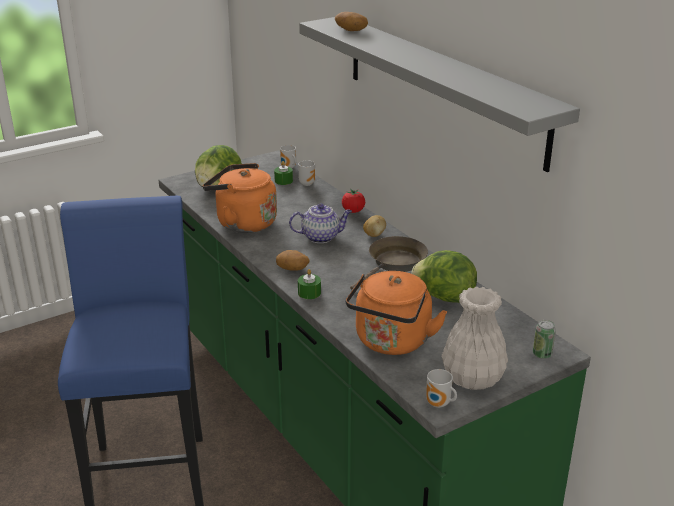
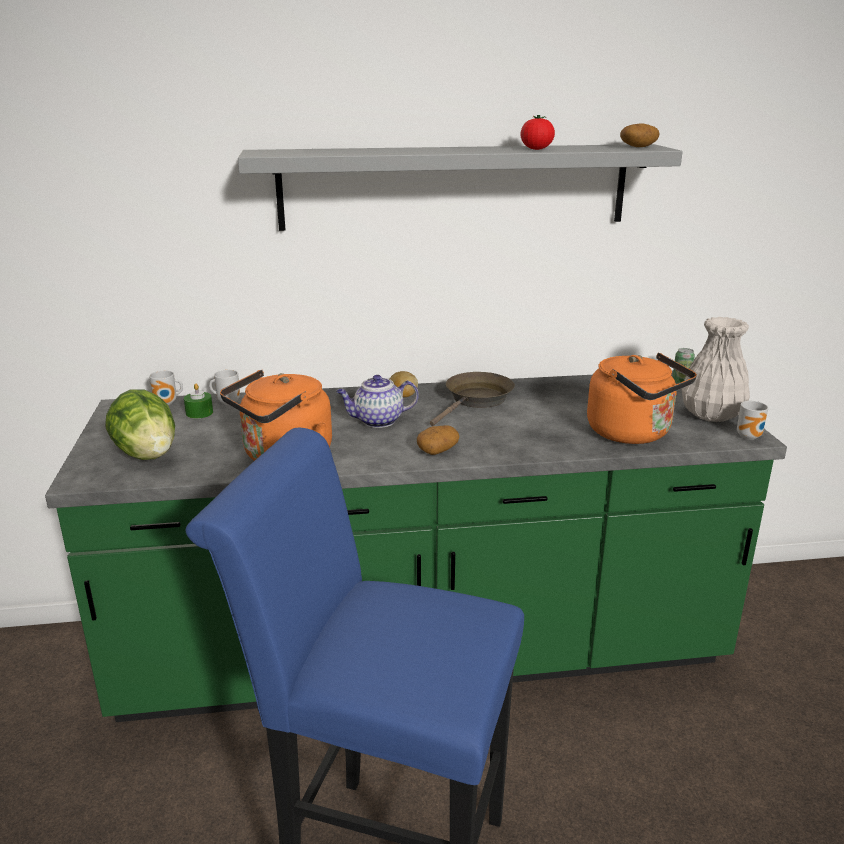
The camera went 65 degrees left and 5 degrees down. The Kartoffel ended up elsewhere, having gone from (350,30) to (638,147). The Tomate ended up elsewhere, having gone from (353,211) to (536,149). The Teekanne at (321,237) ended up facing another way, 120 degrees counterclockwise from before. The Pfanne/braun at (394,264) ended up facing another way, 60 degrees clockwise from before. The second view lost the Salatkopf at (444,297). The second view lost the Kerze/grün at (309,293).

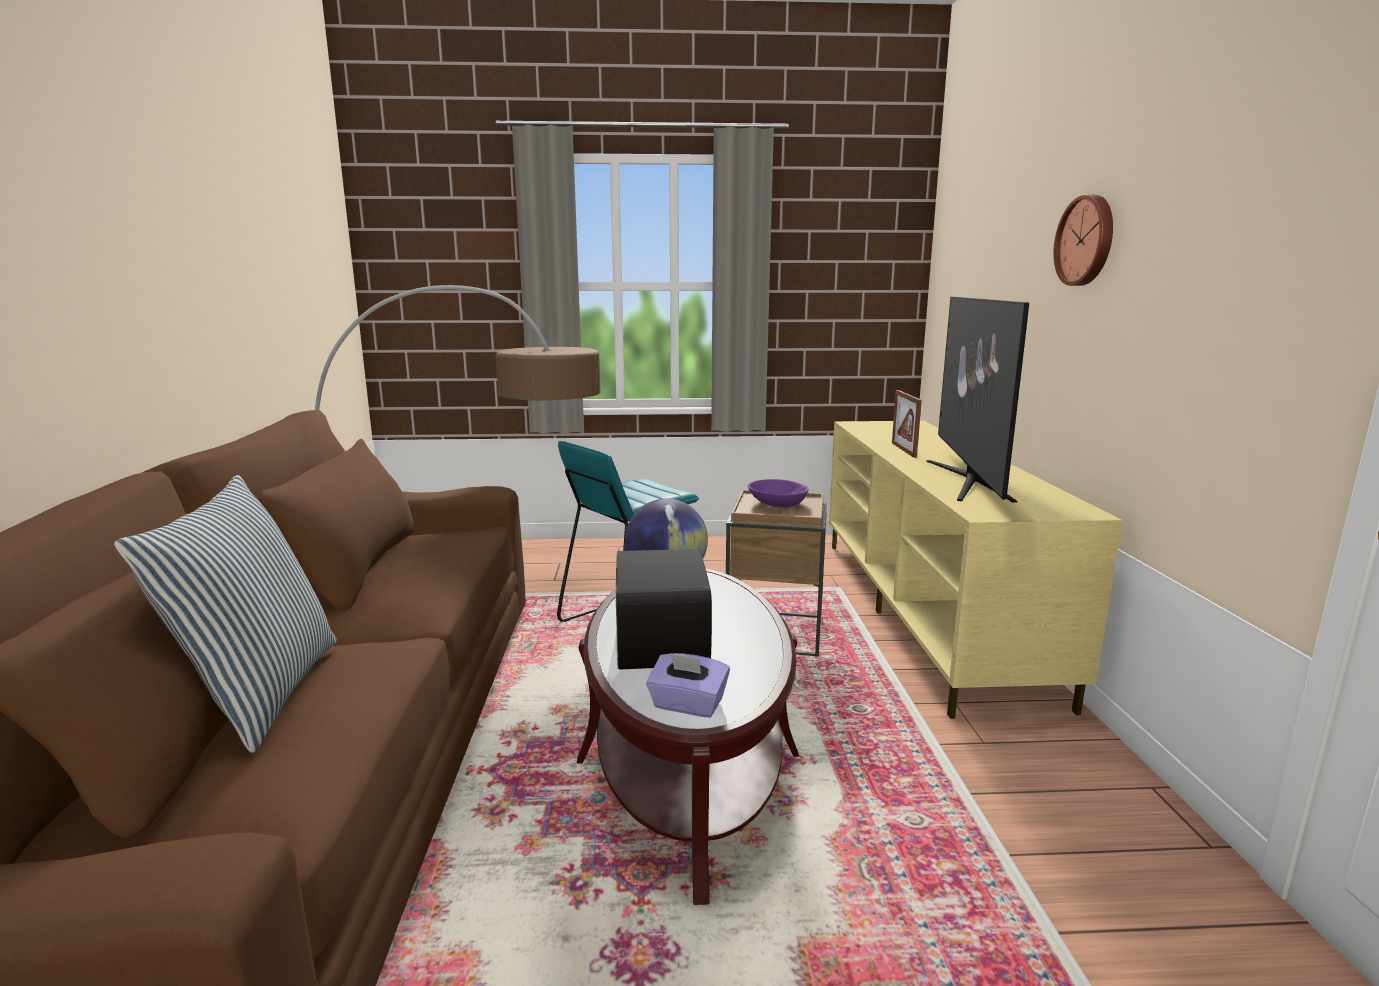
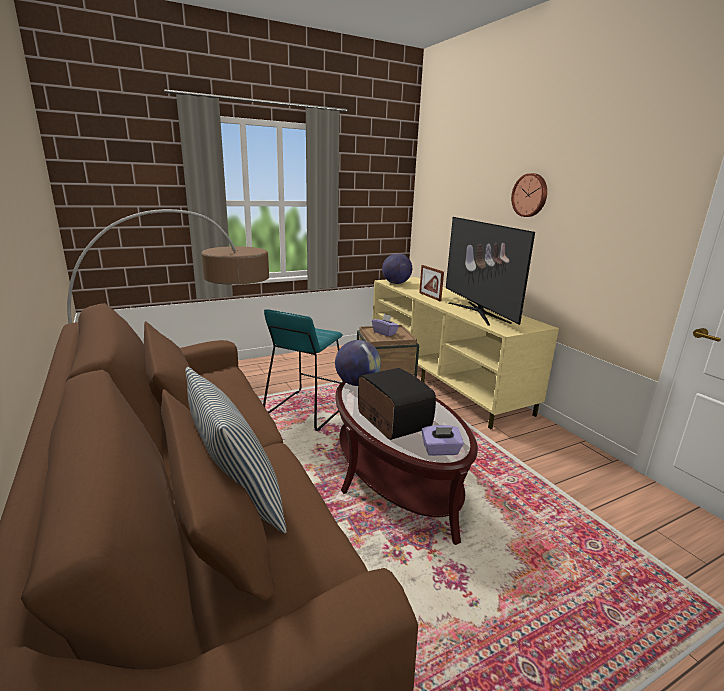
The camera went 25 degrees left and 5 degrees up. Where the Schüssel/lila stood at (777,503), the Taschentuchbox/lila came to stand at (385,333). The second view gained the Globus at (396,283).

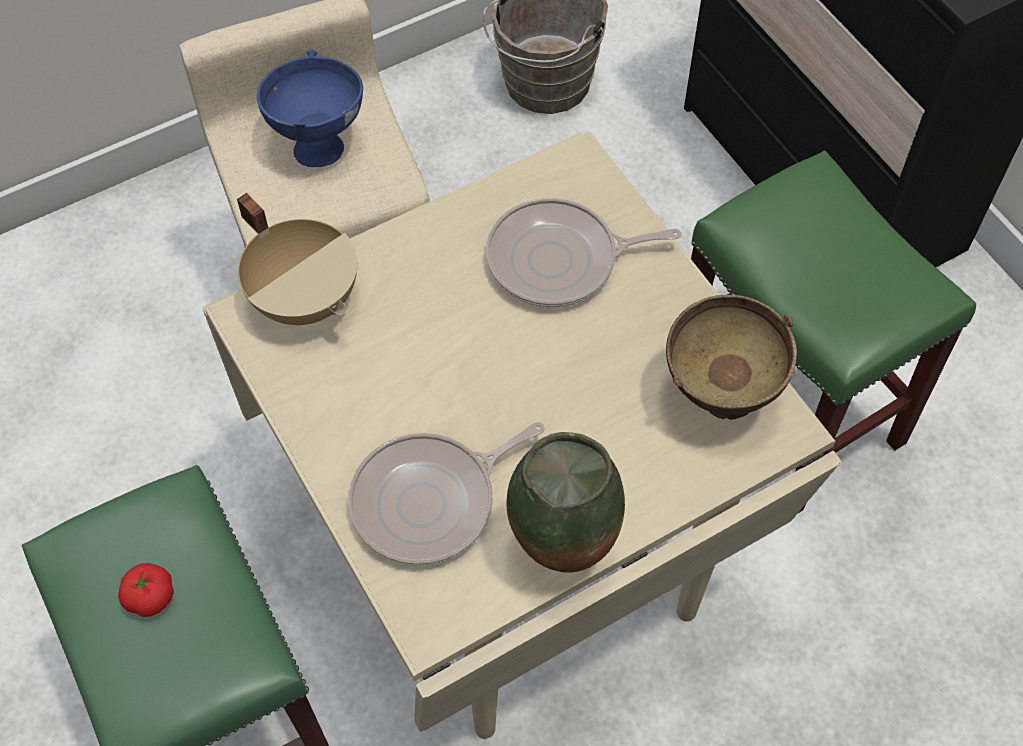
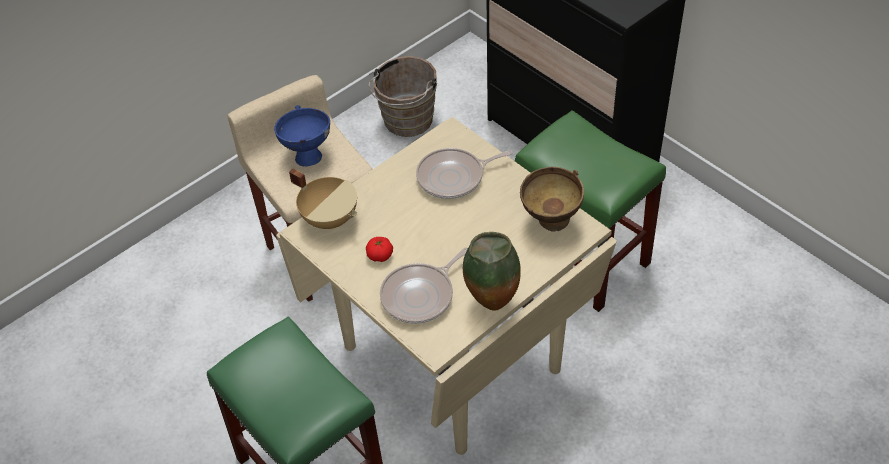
The camera went 10 degrees left and 10 degrees down. The Tomate ended up elsewhere, having gone from (150,597) to (380,255).

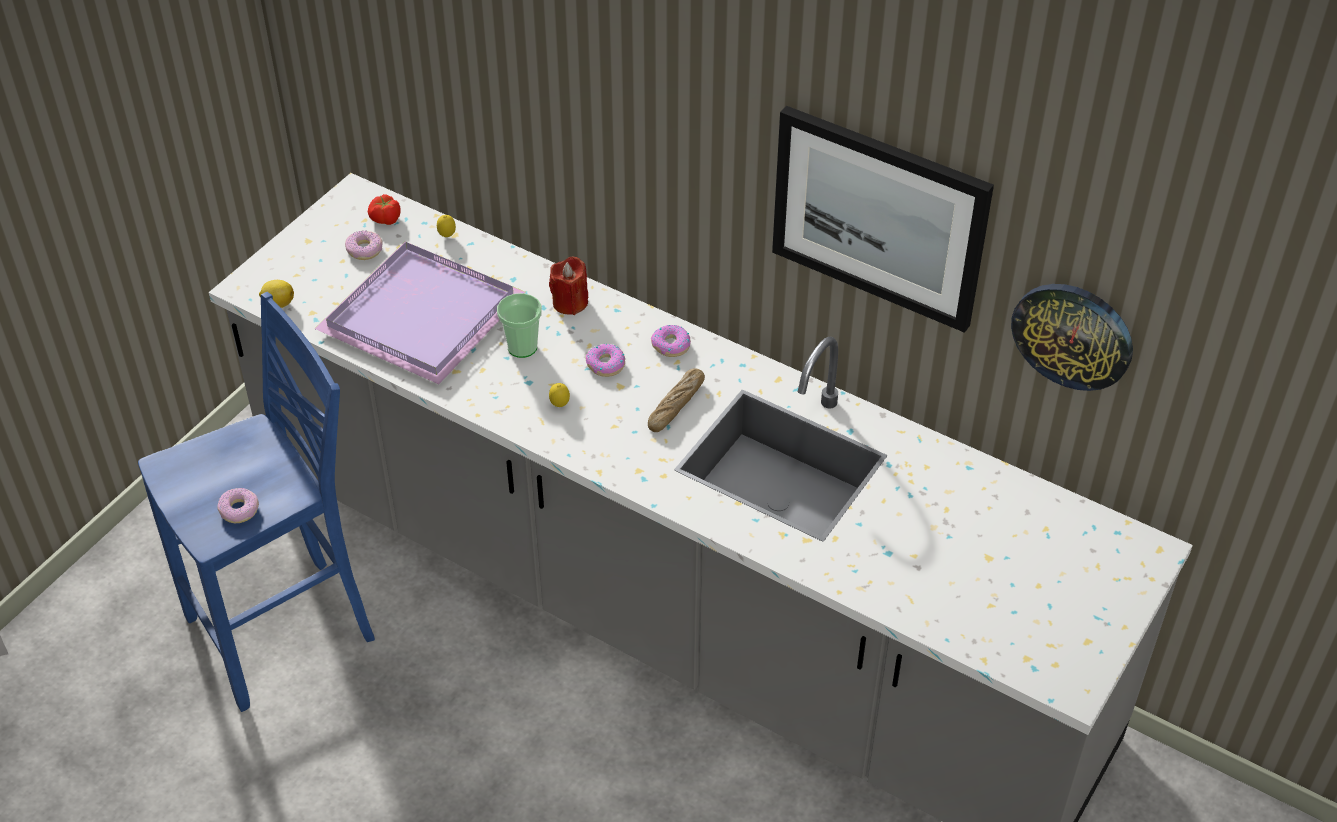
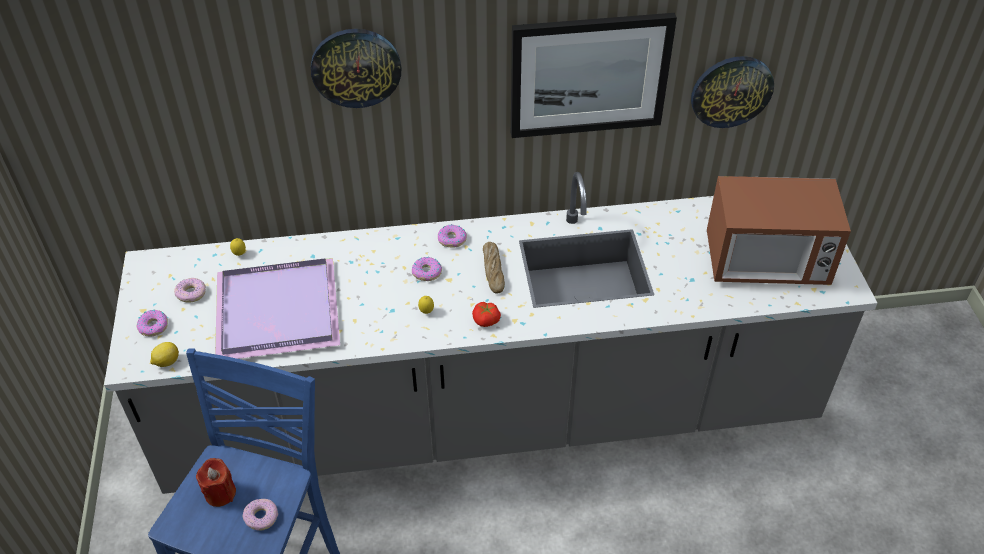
The camera went 40 degrees left and 0 degrees up. The Tomate ended up elsewhere, having gone from (385,219) to (486,320). The Kerze/rot ended up elsewhere, having gone from (570,302) to (220,493). The second view lost the Tasse at (522,347). The second view gained the Wanduhr at (356,67). The second view gained the Mikrowelle at (766,262). The second view gained the Donut at (154,326).

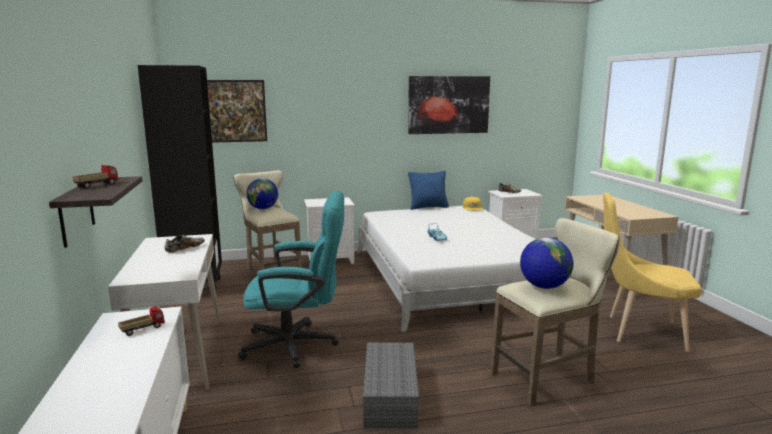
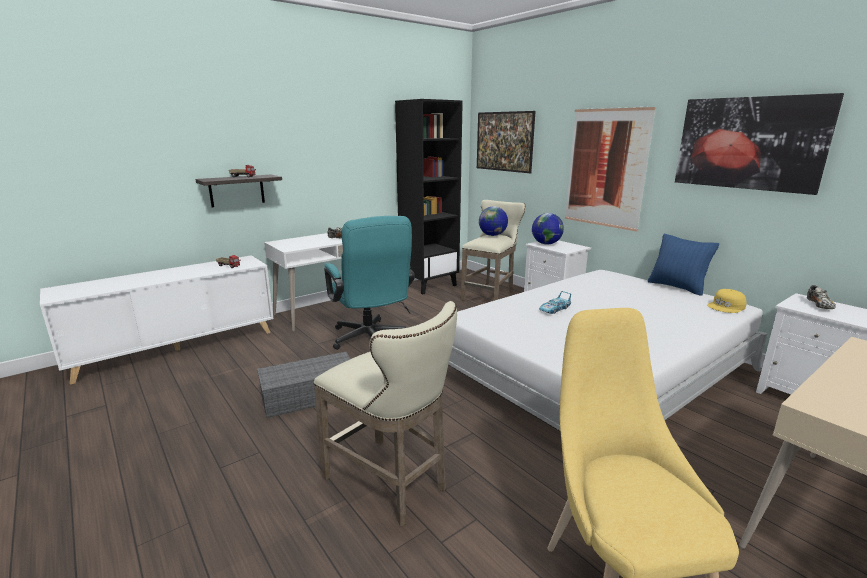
The camera went 65 degrees right and 5 degrees up. The Globus ended up elsewhere, having gone from (544,286) to (546,244). The second view gained the Bild at (606,168).

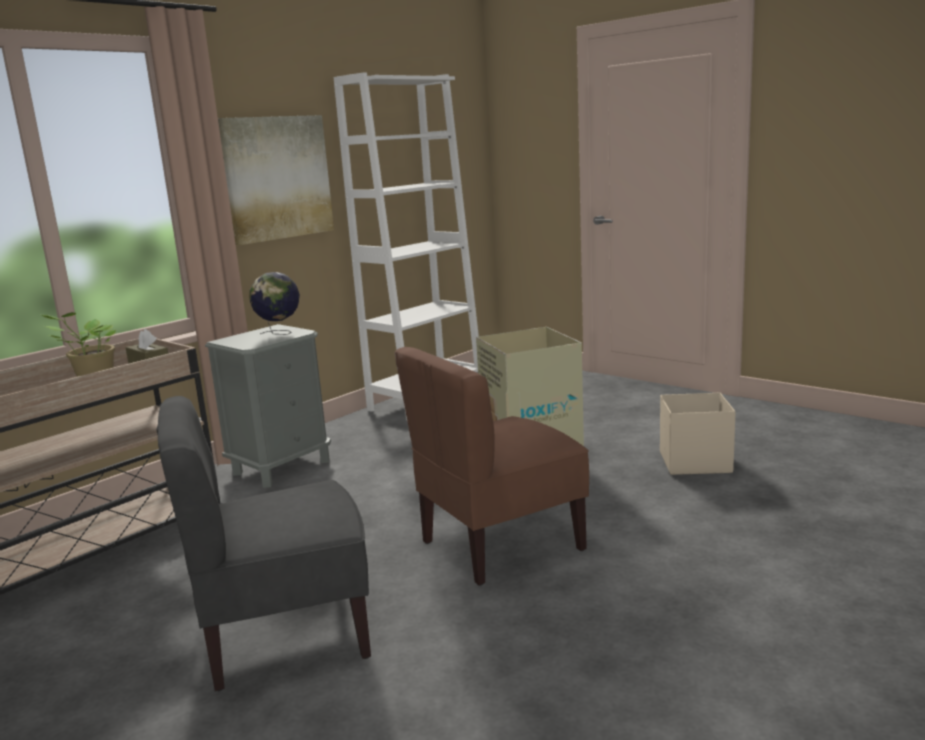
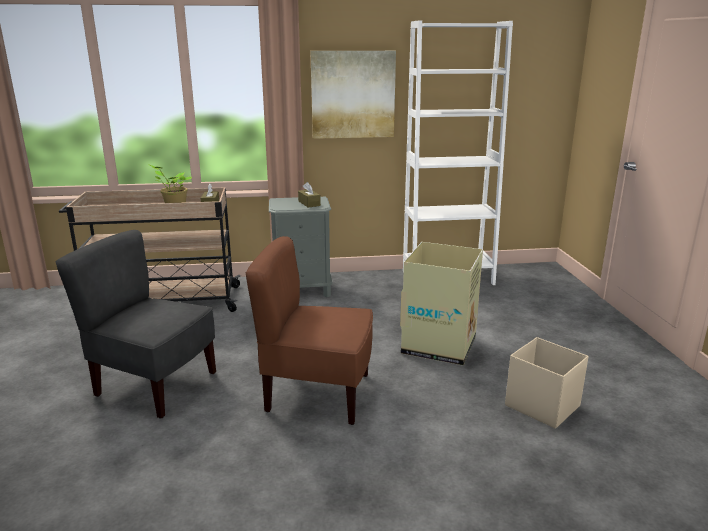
The camera went 40 degrees right and 5 degrees up. Where the Globus stood at (279,333), the Taschentuchbox/braun came to stand at (309,203).

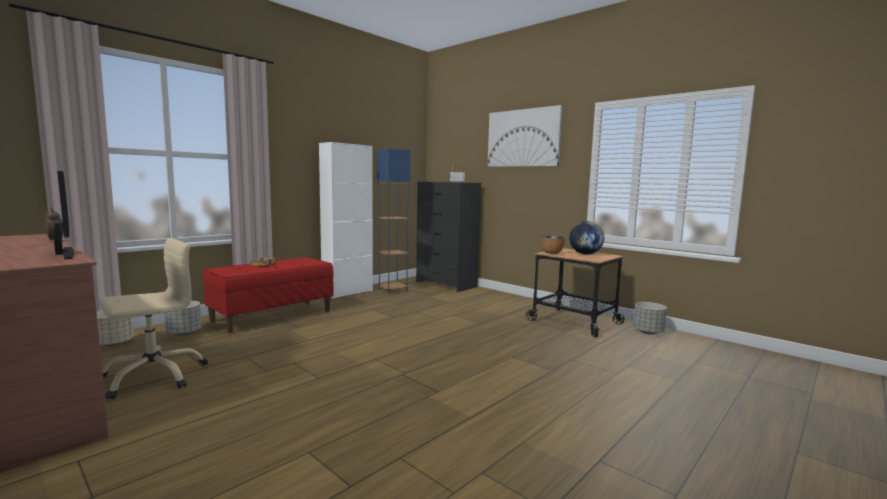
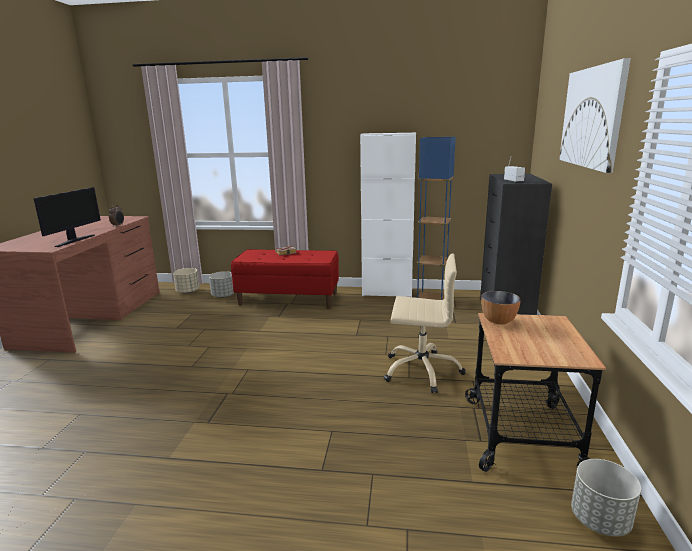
The camera went 55 degrees right and 10 degrees up. The second view lost the Globus at (585,254). The Bürostuhl/beige ended up elsewhere, having gone from (153,376) to (422,370).

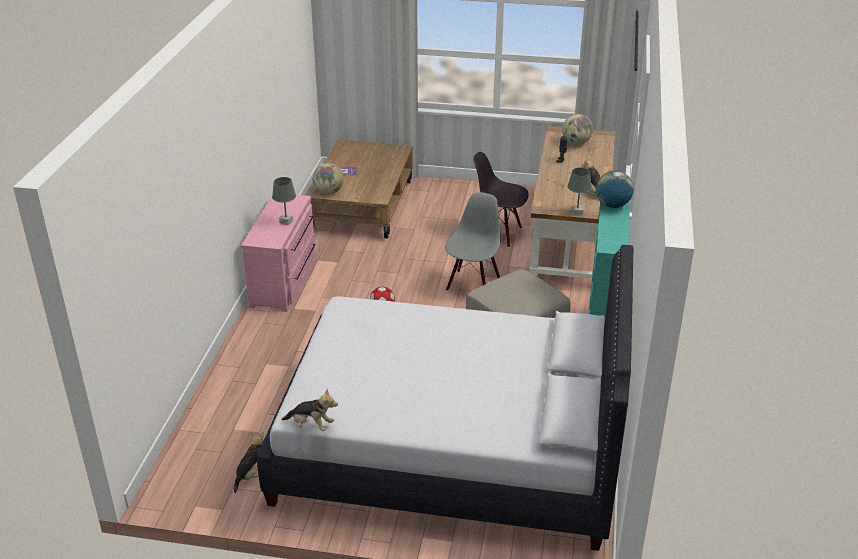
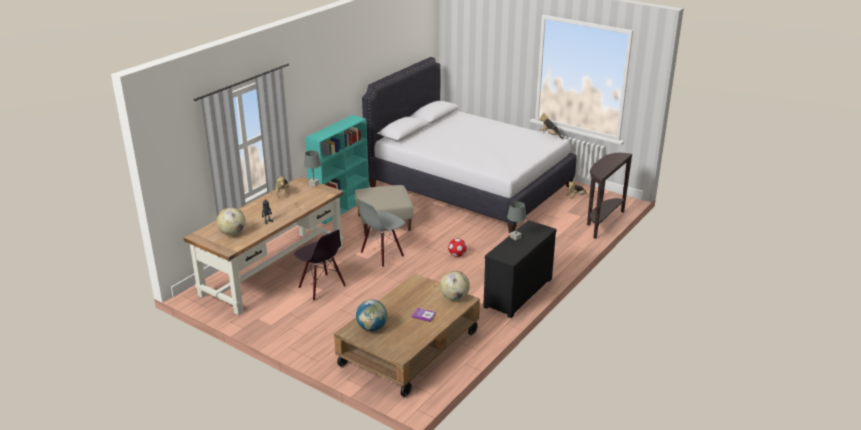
The camera went 155 degrees left and 5 degrees down. The Globus ended up elsewhere, having gone from (612,205) to (372,328). What was the Kommode/rosa at (285,281) turned into the Kommode/schwarz at (516,292). The second view gained the Konsolentisch/braun at (601,222).

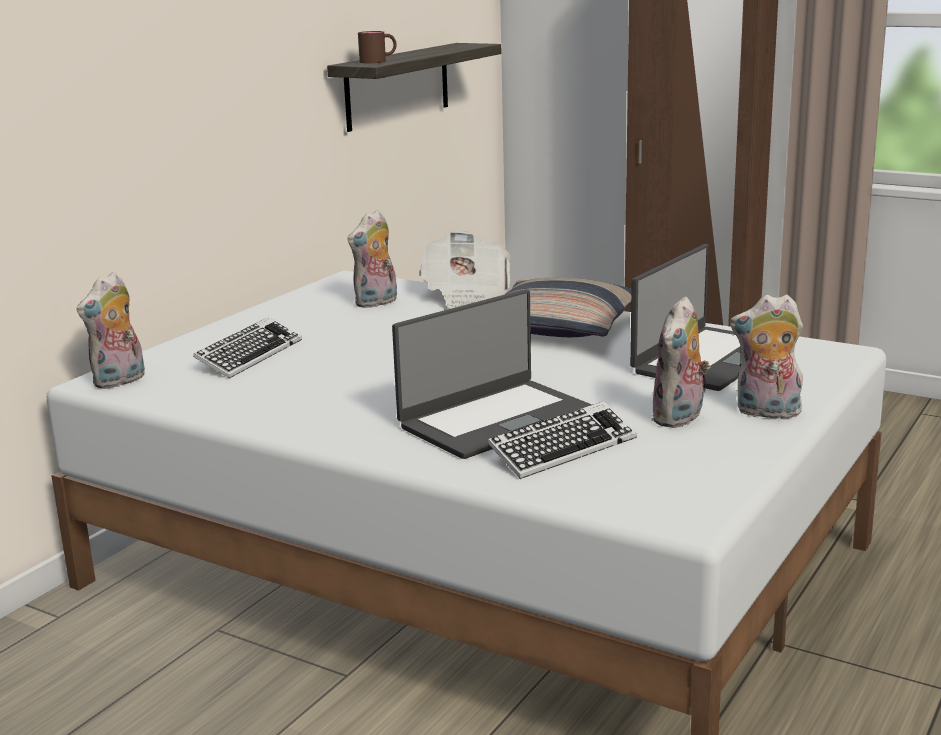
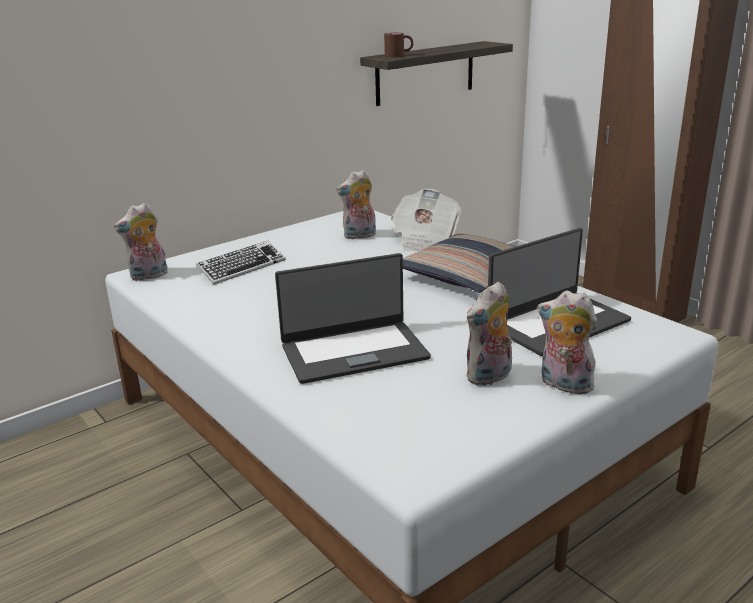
The camera went 20 degrees right and 5 degrees up. The second view lost the Tastatur at (563,449).

